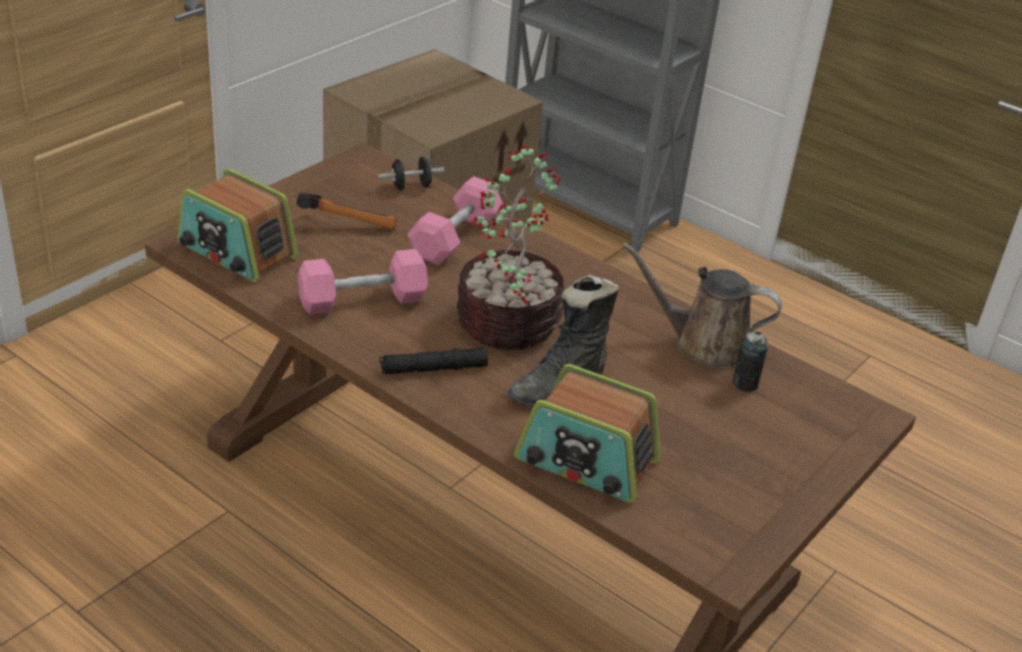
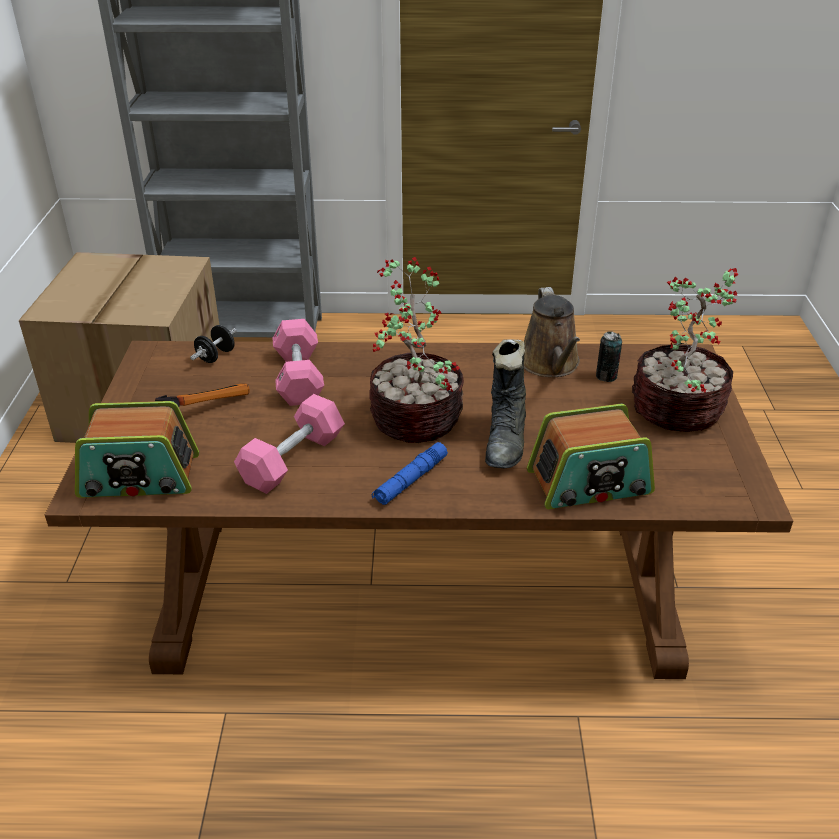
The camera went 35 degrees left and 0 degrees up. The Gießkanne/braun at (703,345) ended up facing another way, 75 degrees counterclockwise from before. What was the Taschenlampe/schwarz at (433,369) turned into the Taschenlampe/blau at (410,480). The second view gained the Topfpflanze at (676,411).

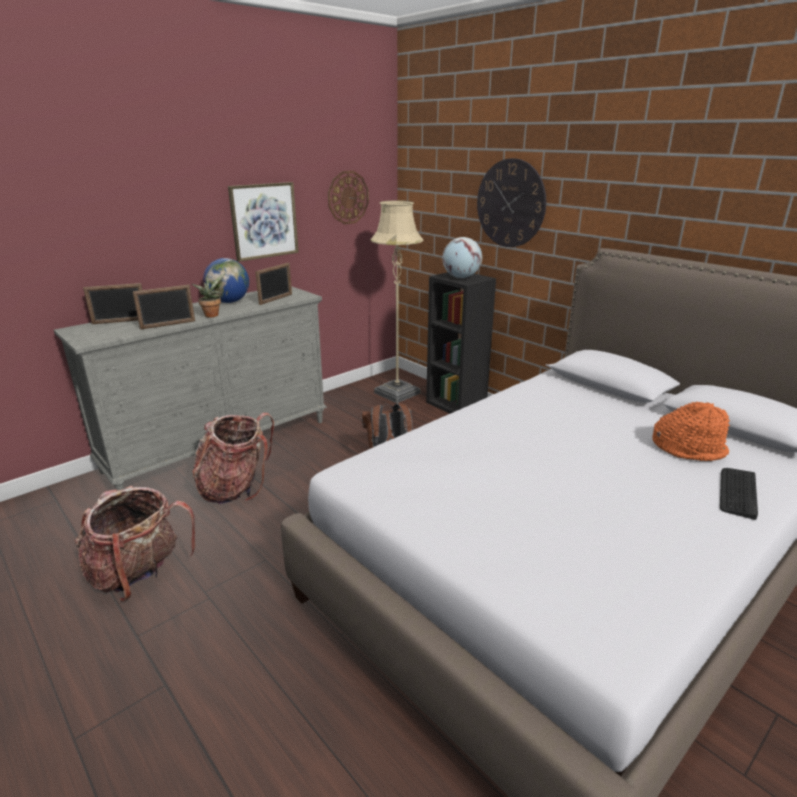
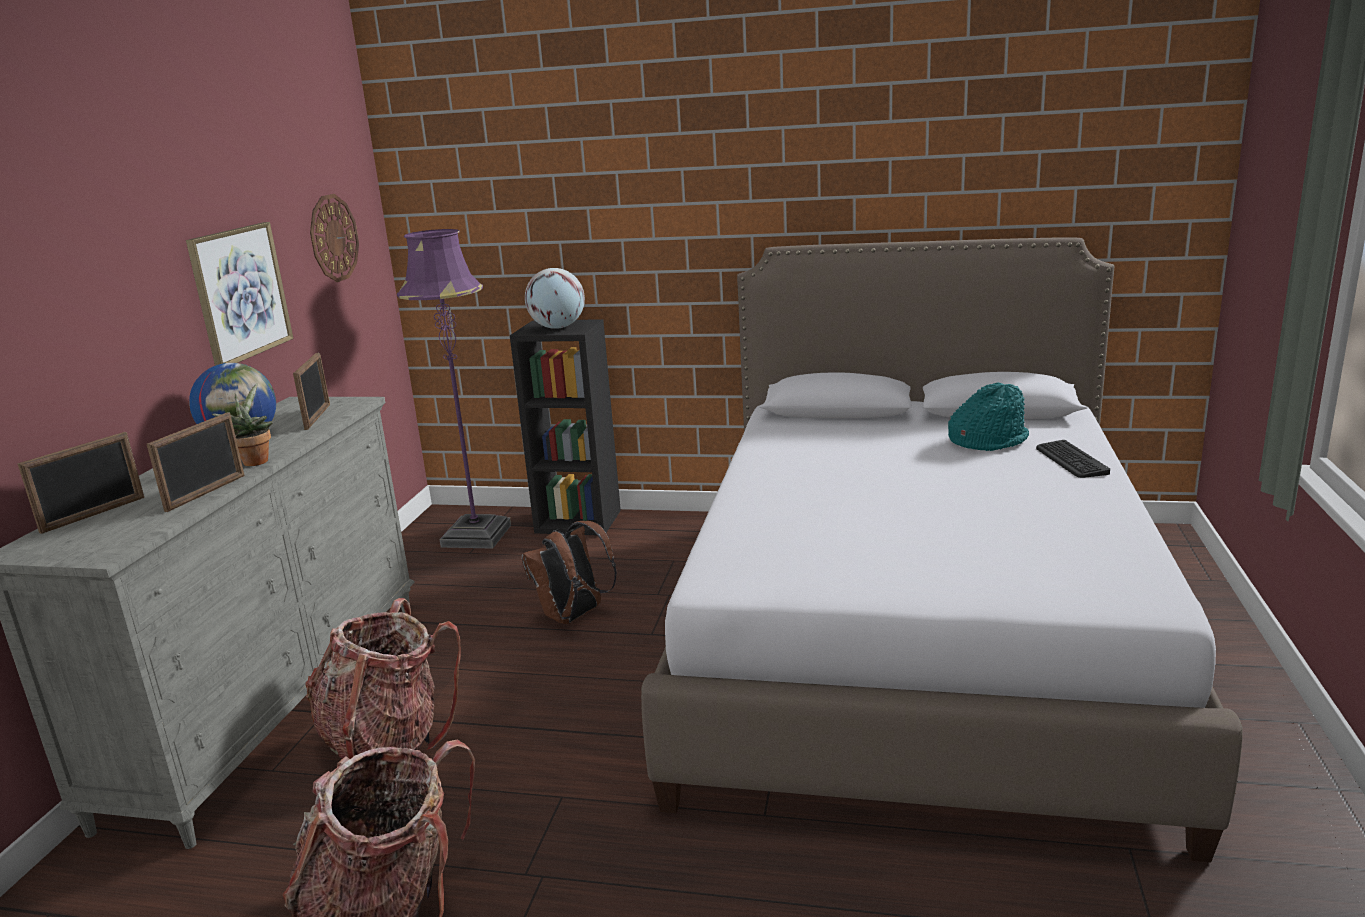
The camera went 35 degrees left and 5 degrees down. The second view lost the Wanduhr at (510,203). What was the Stehlampe/beige at (397,393) turned into the Stehlampe/lila at (476,536). What was the Hut/orange at (688,448) turned into the Hut/türkis at (987,441).

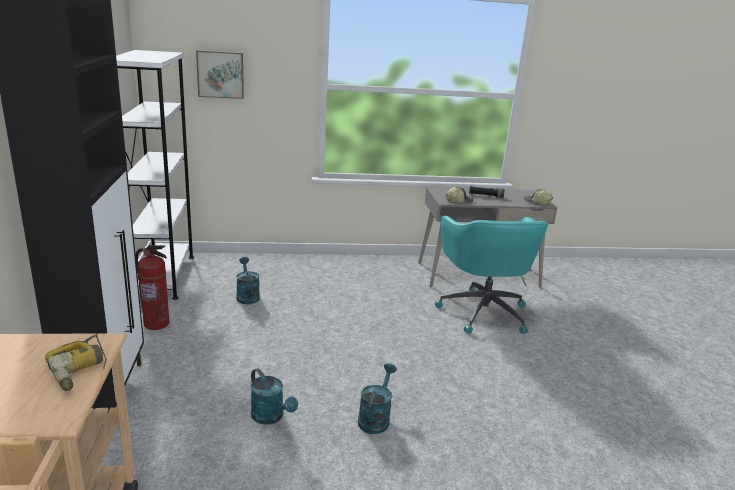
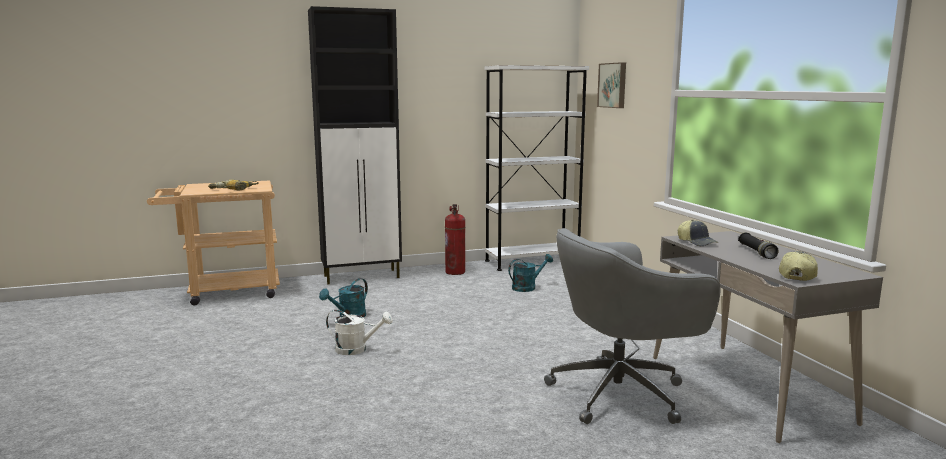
The camera went 80 degrees right and 10 degrees down. What was the Bürostuhl/türkis at (483,311) turned into the Bürostuhl/grau at (622,393). What was the Gießkanne/türkis at (375,418) turned into the Gießkanne/weiß at (357,349).

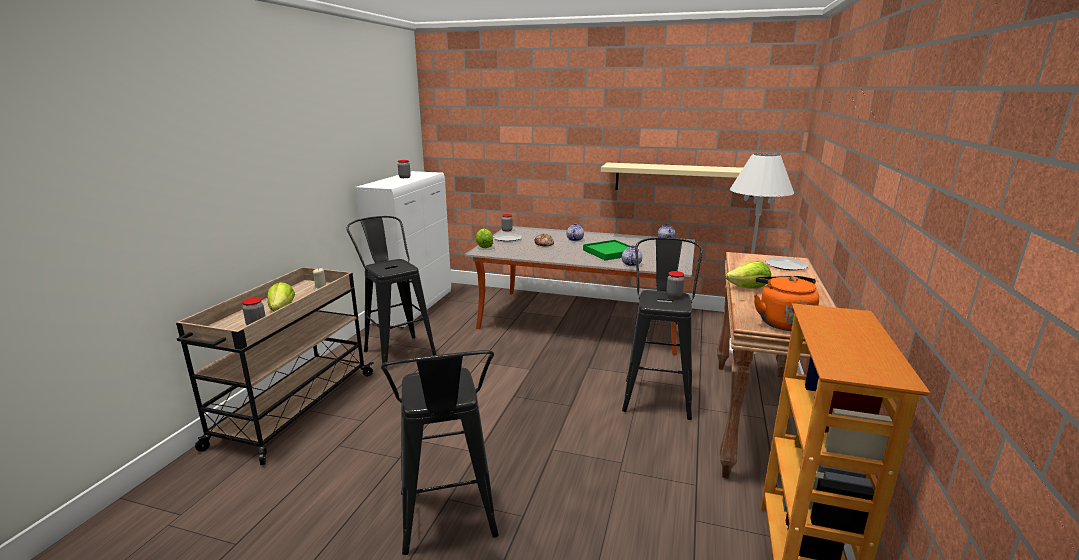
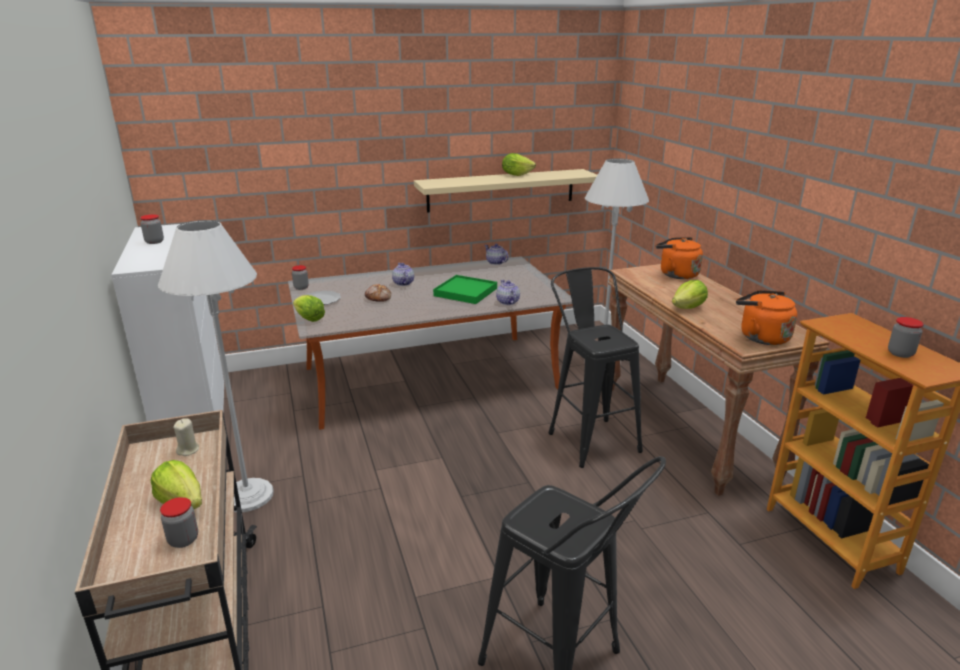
The camera went 35 degrees left and 5 degrees up. Where the Hocker/schwarz stood at (397,350), the Stehlampe/weiß came to stand at (247,495). Where the Teller stood at (786,265), the Wasserkessel/orange came to stand at (676,274). The Vorratsglas ended up elsewhere, having gone from (674,295) to (900,353). The second view gained the Salatkopf at (516,175).

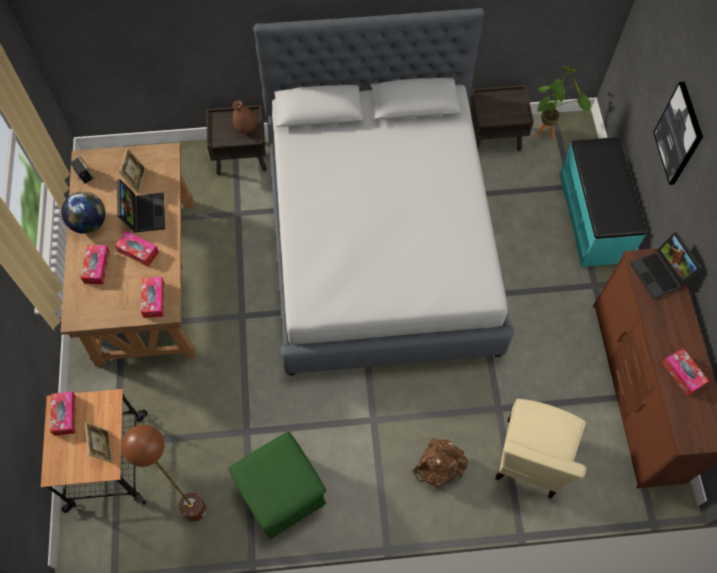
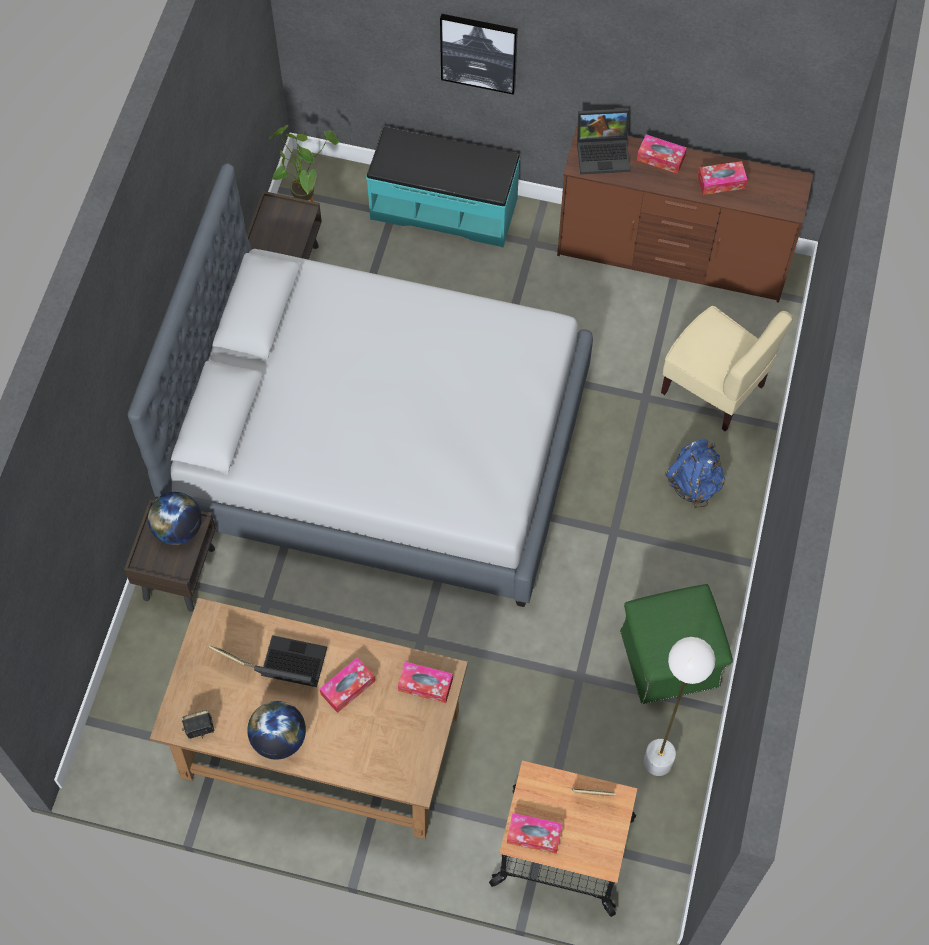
The camera went 70 degrees left and 0 degrees up. Where the Vase/braun stood at (246,128), the Globus came to stand at (178,529). The Taschentuchbox ended up elsewhere, having gone from (97,267) to (660,158). What was the Stehlampe/braun at (194,510) turned into the Stehlampe/weiß at (658,762). What was the Rucksack/braun at (438,468) turned into the Rucksack/blau at (694,483).

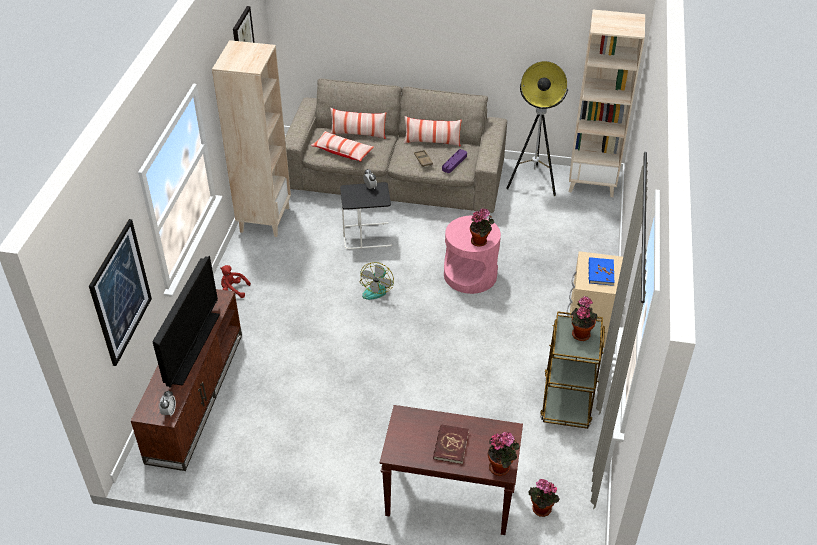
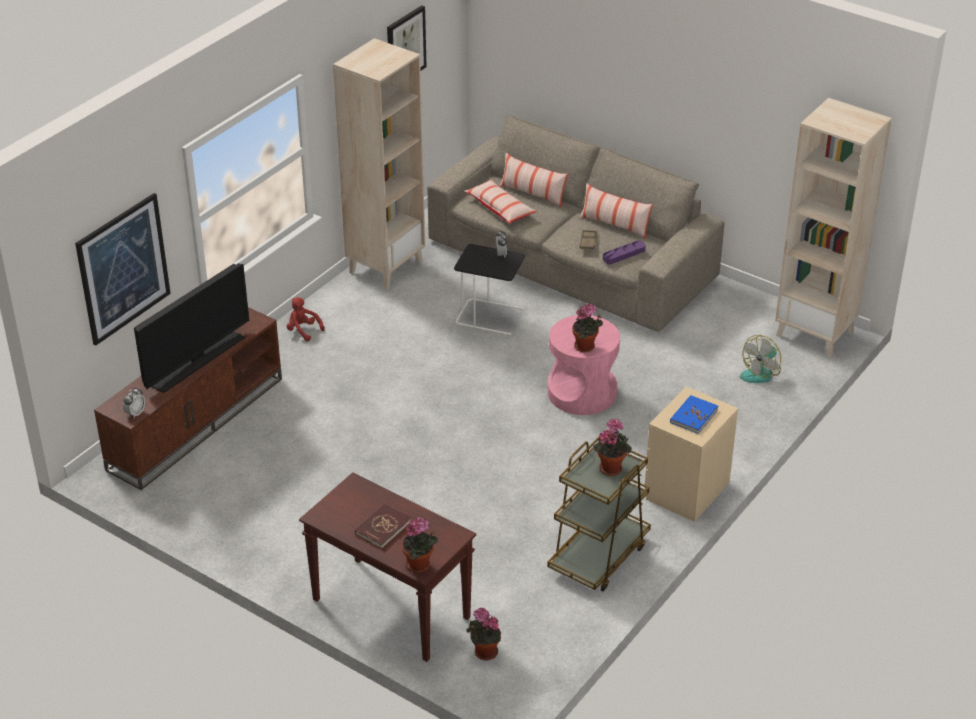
The camera went 25 degrees right and 5 degrees down. The second view lost the Stehlampe at (533,182). The Ventilator ended up elsewhere, having gone from (376,288) to (761,373).

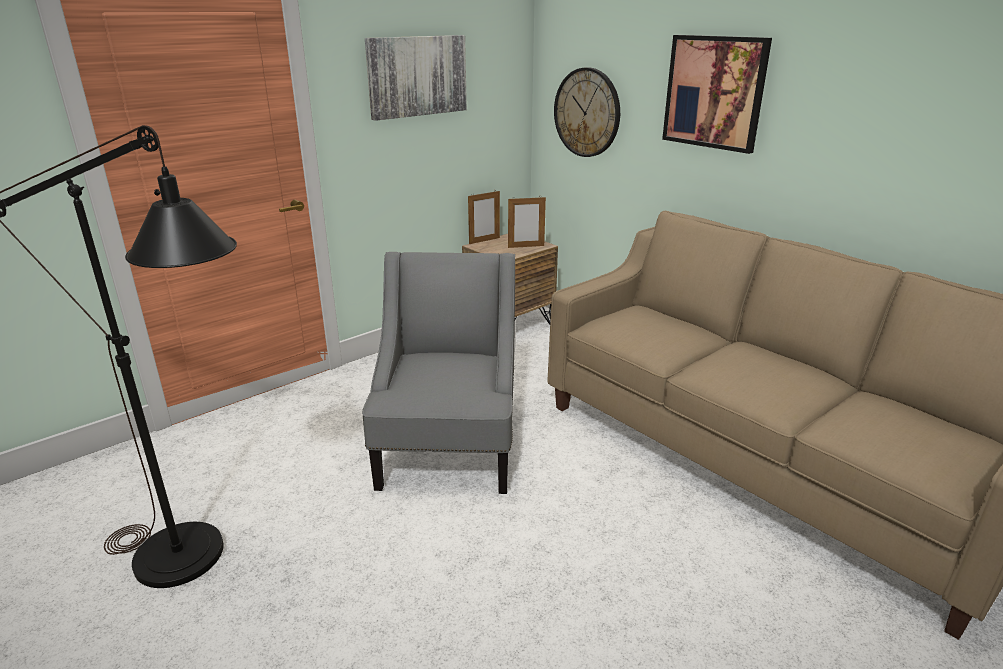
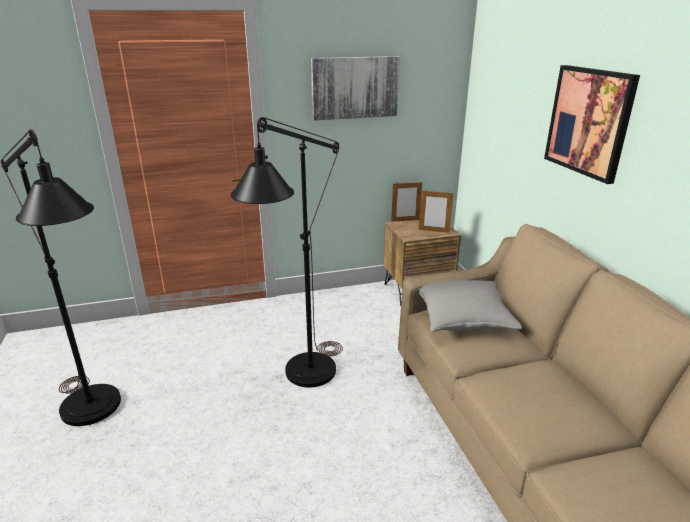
The camera went 25 degrees right and 0 degrees up. The second view lost the Wanduhr at (587,112). Where the Sessel/grau stood at (449,445), the Stehlampe/schwarz came to stand at (302,379). The second view gained the Kissen/grau at (463,319).

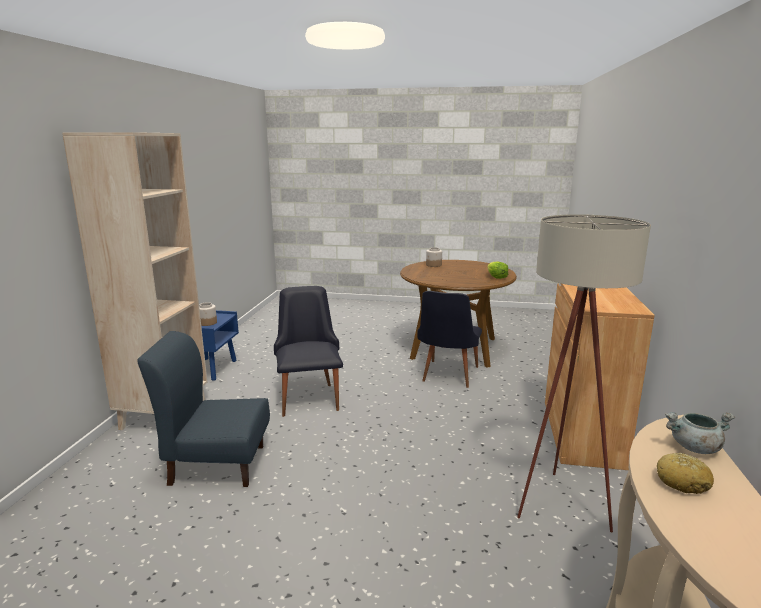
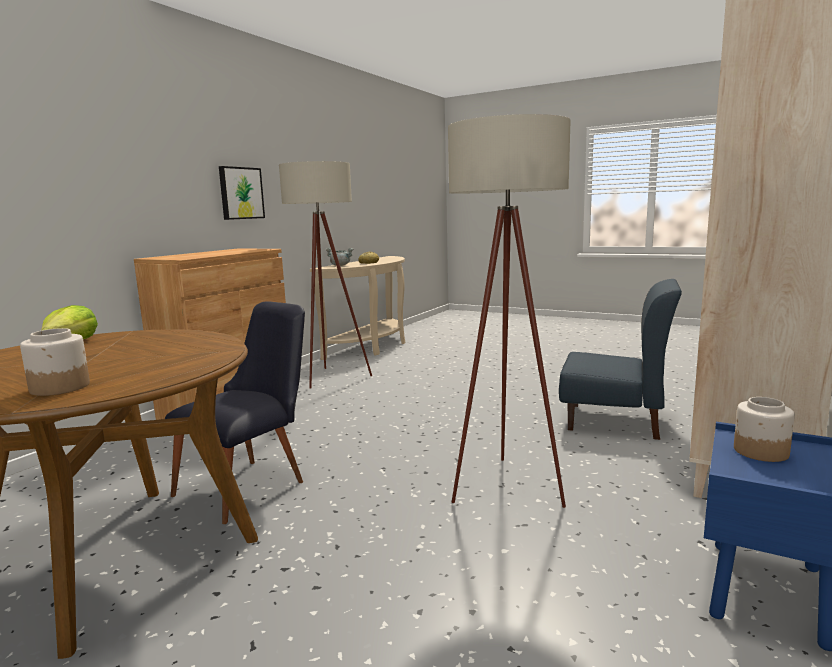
The camera went 160 degrees left and 5 degrees down. Where the Stuhl/schwarz stood at (309,396), the Stehlampe/beige came to stand at (506,482). The second view gained the Bild at (240,193).

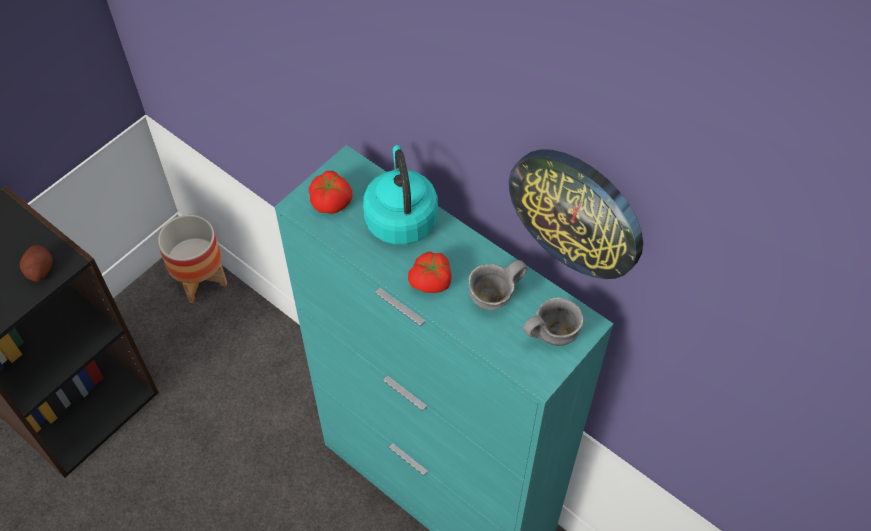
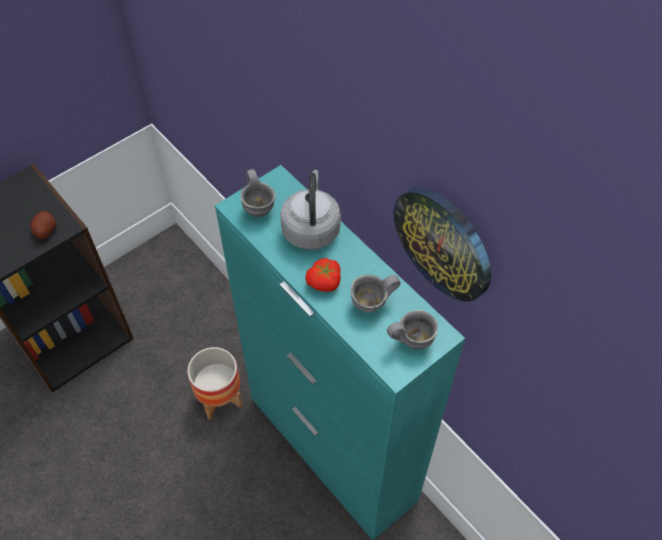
The camera went 10 degrees right and 0 degrees up. What was the Wasserkessel/türkis at (400,218) turned into the Wasserkessel/grau at (311,228). Where the Tomate stood at (331,201), the Henkelbecher/grau came to stand at (260,207). The Pflanzkübel ended up elsewhere, having gone from (200,280) to (220,398).

